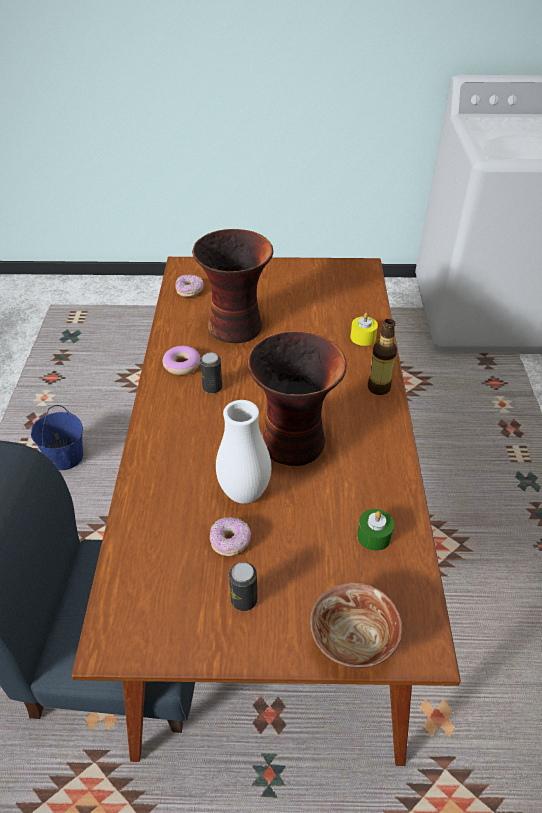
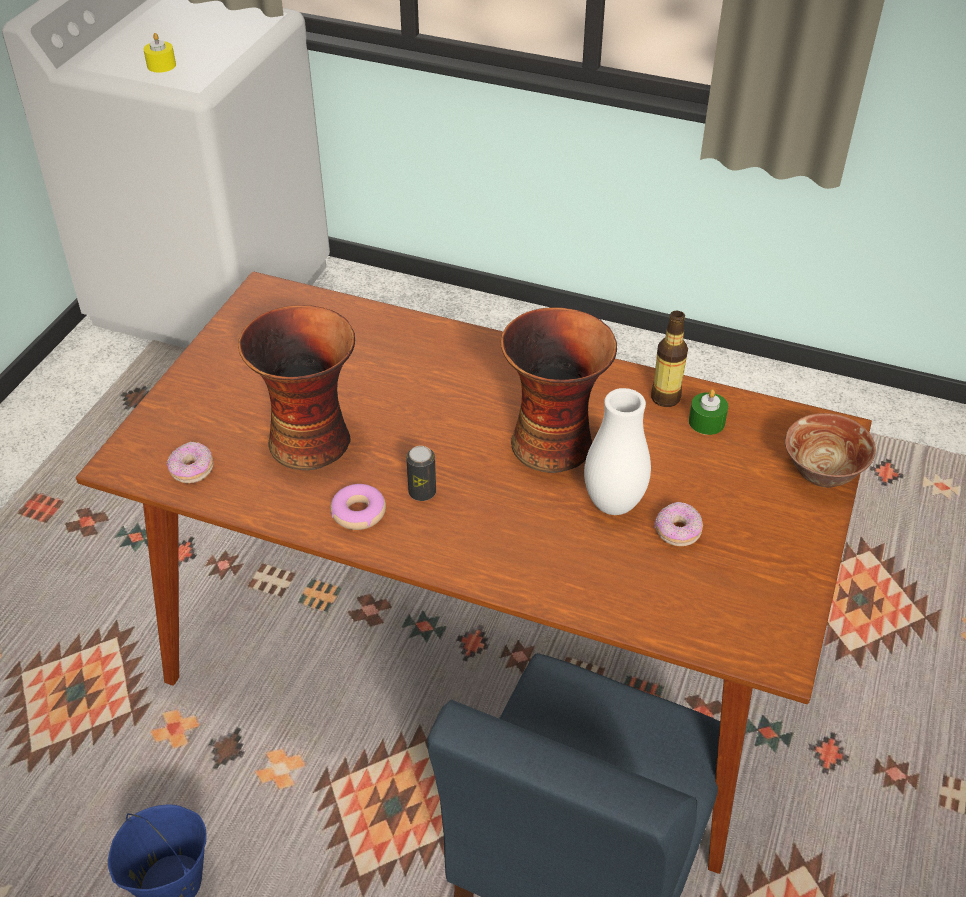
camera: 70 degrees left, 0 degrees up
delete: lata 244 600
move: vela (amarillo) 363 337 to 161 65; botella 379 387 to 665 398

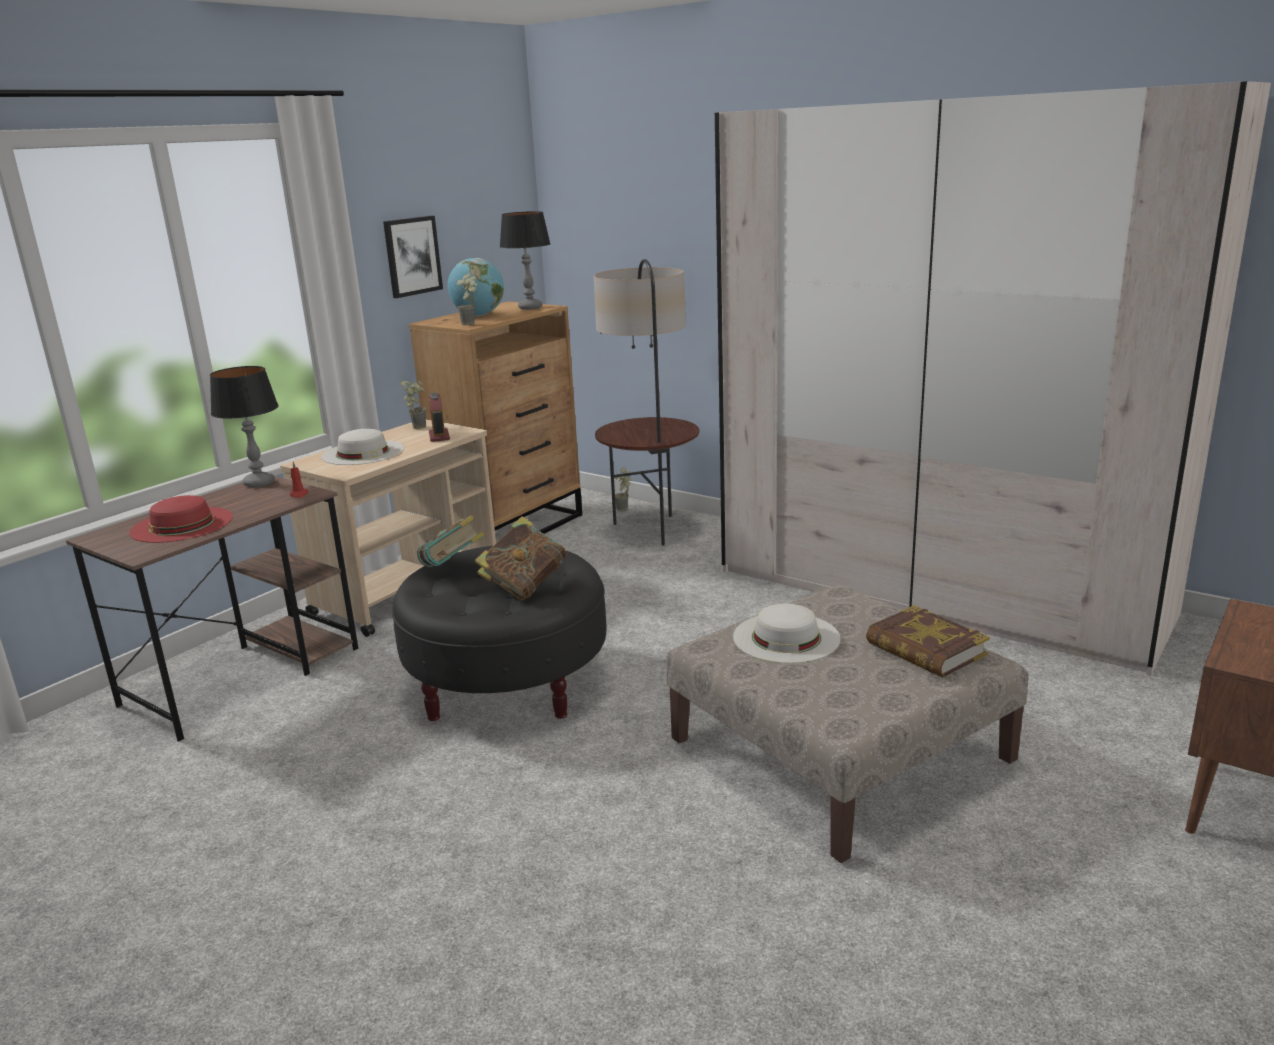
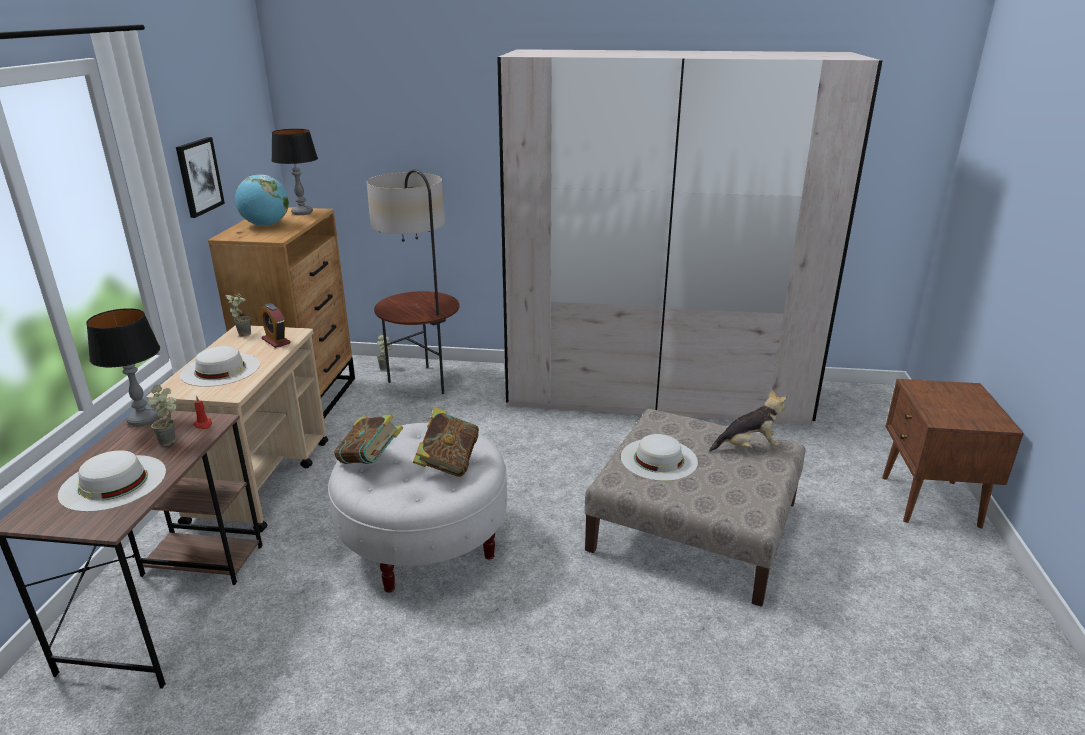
camera: 30 degrees left, 5 degrees up
move: planta en maceta 472 324 to 173 441
replace: libro 925 649 to peluche 747 447
recolor: sombrero (rojo) 182 524 to sombrero (blanco) 113 482; puf (negro) 508 683 to puf (blanco) 424 541

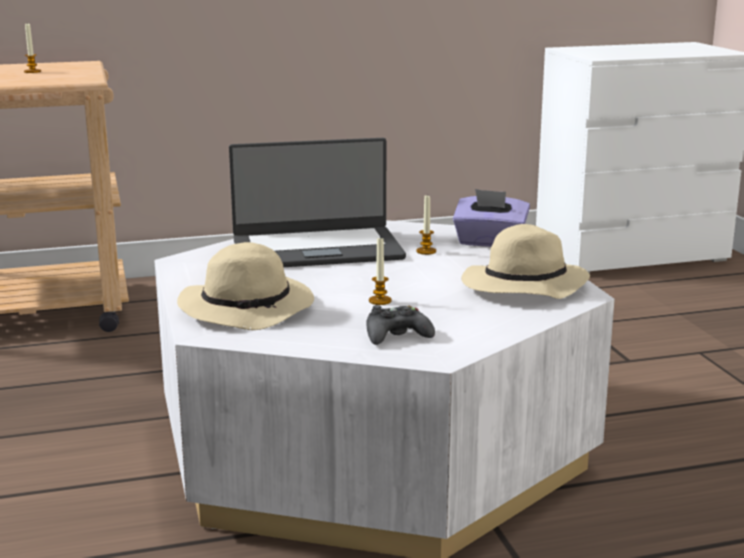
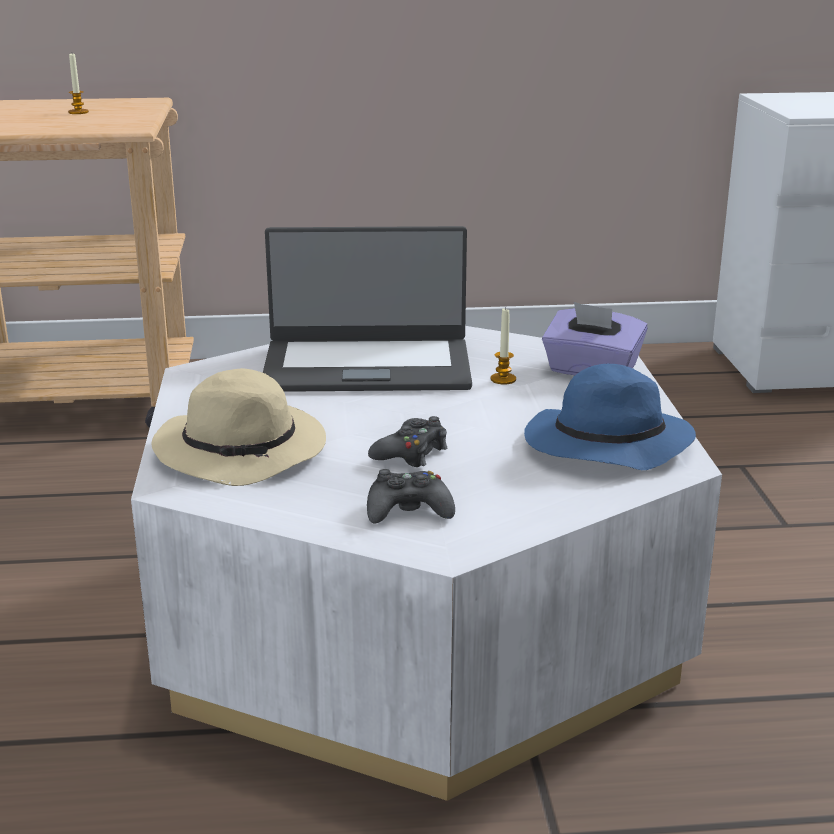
camera: 10 degrees right, 5 degrees up
replace: vela 380 301 to mando de consola (negro) 411 453
recolor: sombrero (beis) 523 287 to sombrero (azul) 605 446

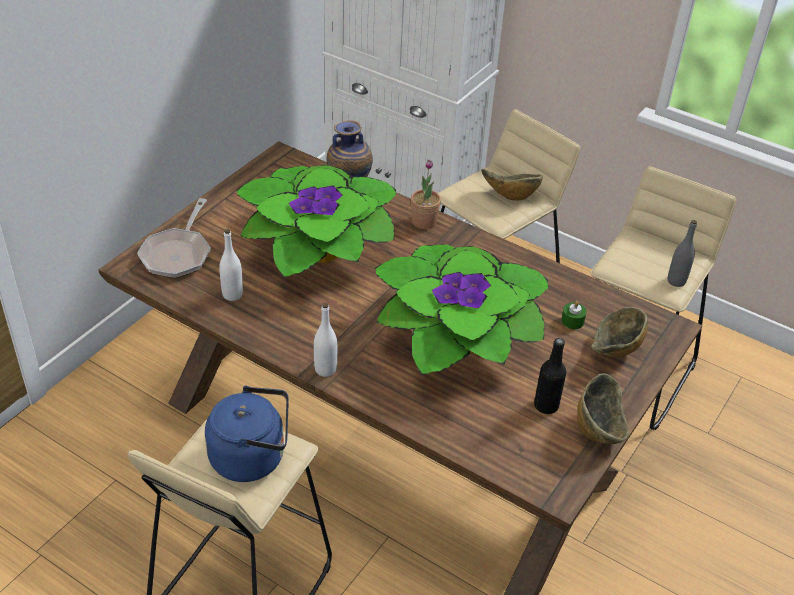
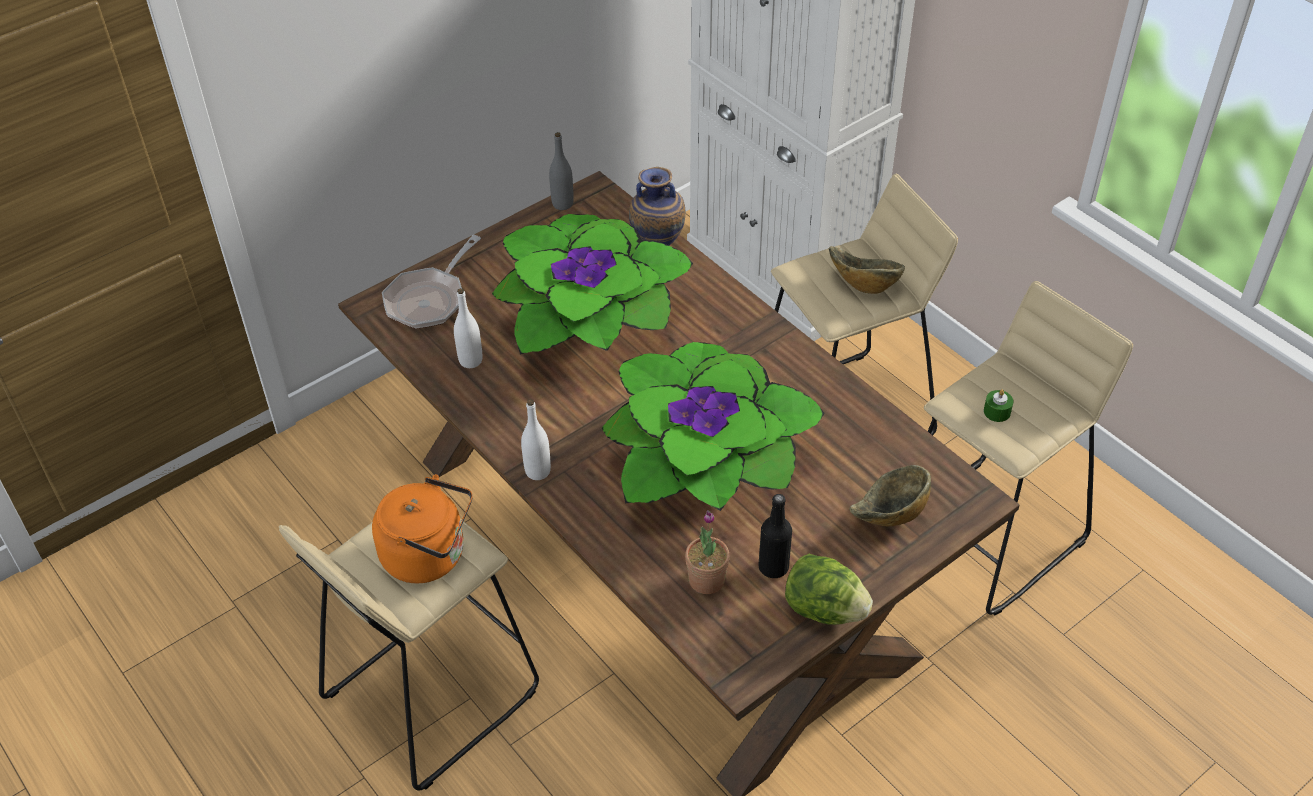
camera: 20 degrees right, 5 degrees up
move: planta en maceta 424 222 to 706 580; vela (verde) 572 321 to 997 412; botella (gris) 676 281 to 562 204
replace: cuenco 599 429 to lechuga 824 609
recolor: hervidor (azul) 252 457 to hervidor (naranja) 429 556

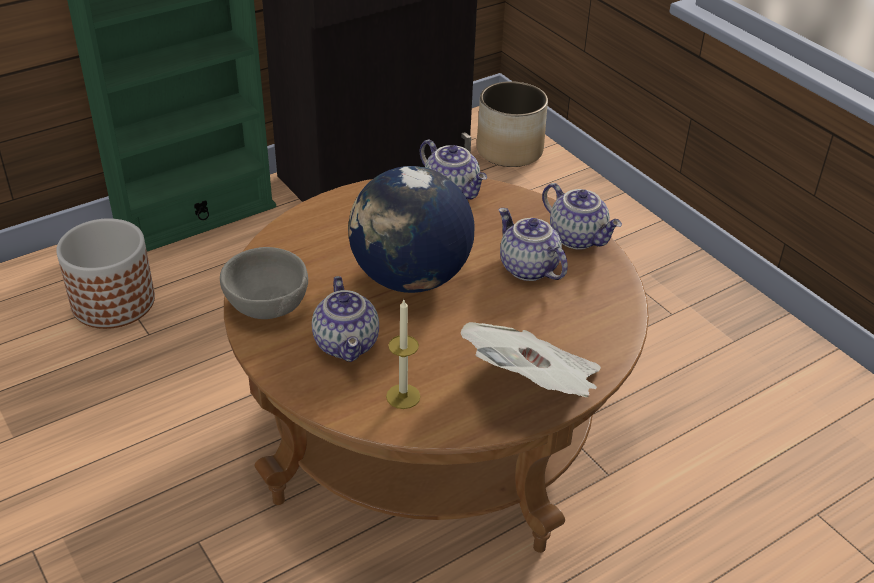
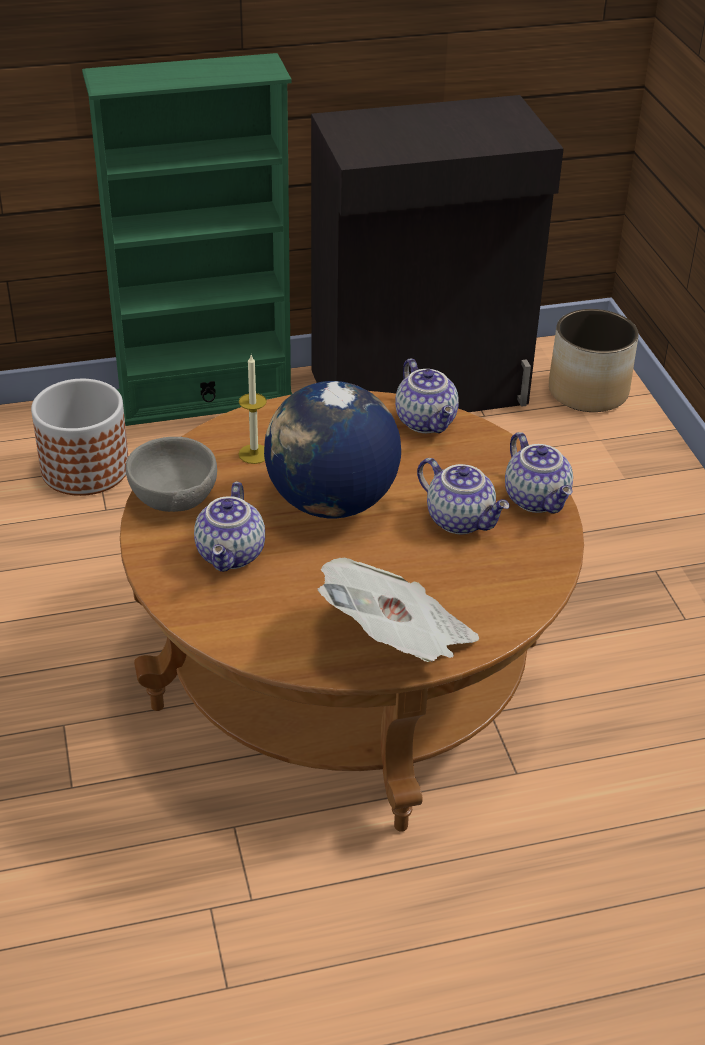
camera: 20 degrees right, 0 degrees up
move: vela 403 396 to 254 454
rotate: tetera 527 268 = 461 520 150 degrees clockwise

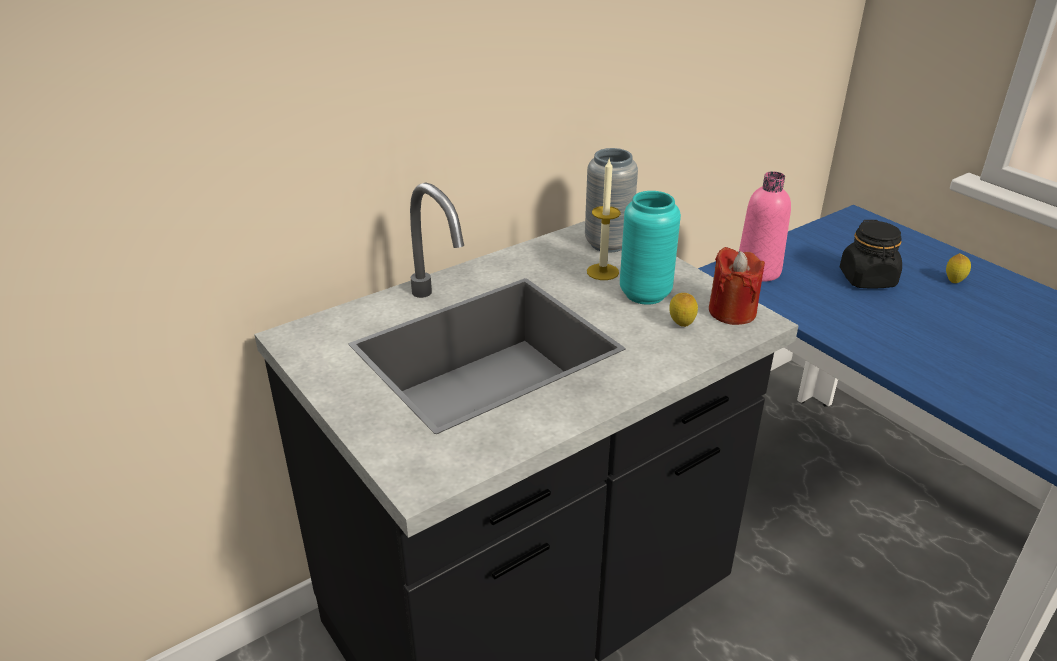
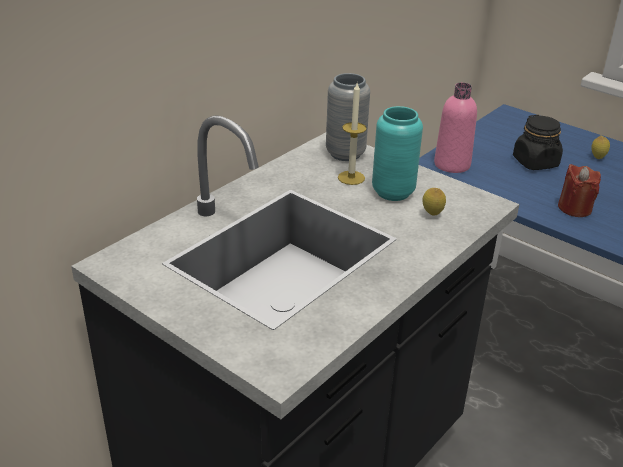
camera: 15 degrees left, 0 degrees up
move: vela (rojo) 732 312 to 574 208

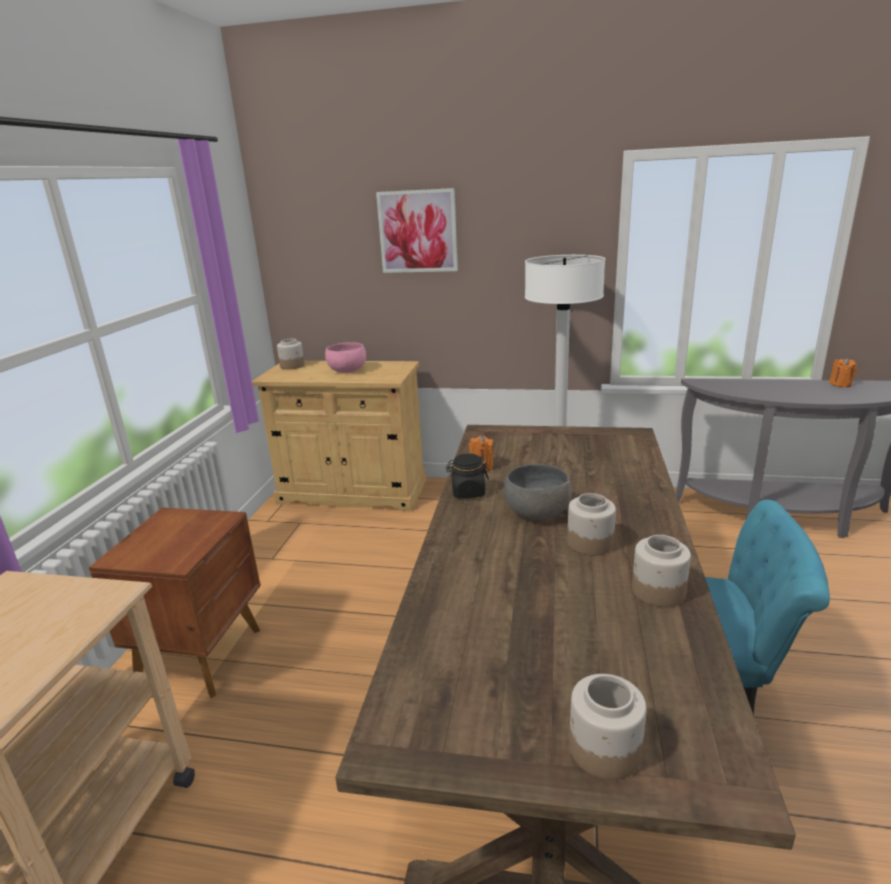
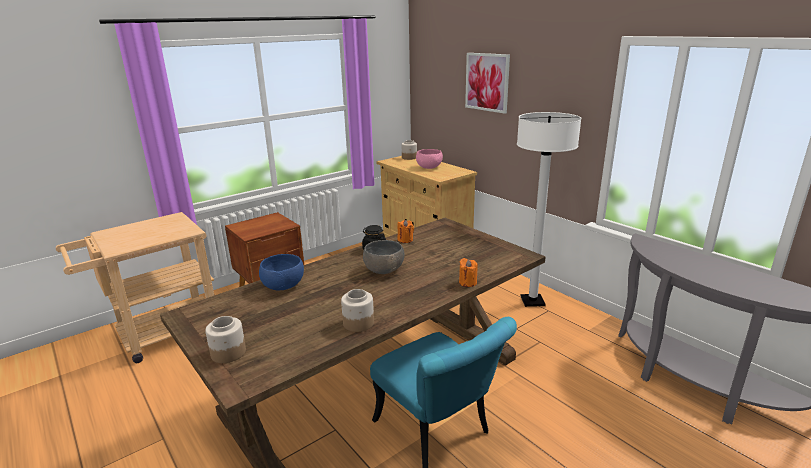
camera: 40 degrees right, 0 degrees up
delete: tarro 590 543
insert: cuenco (azul) 283 285
move: vela (naranja) 840 384 to 467 282

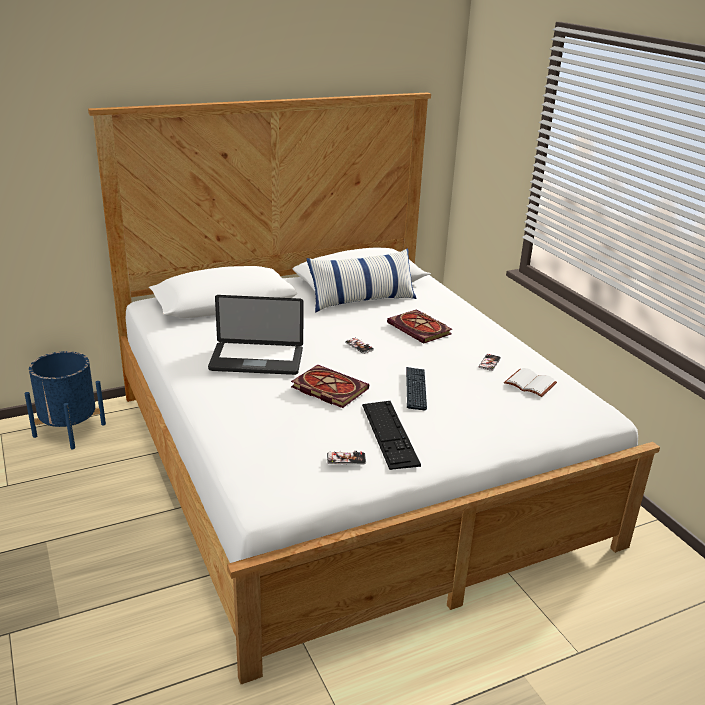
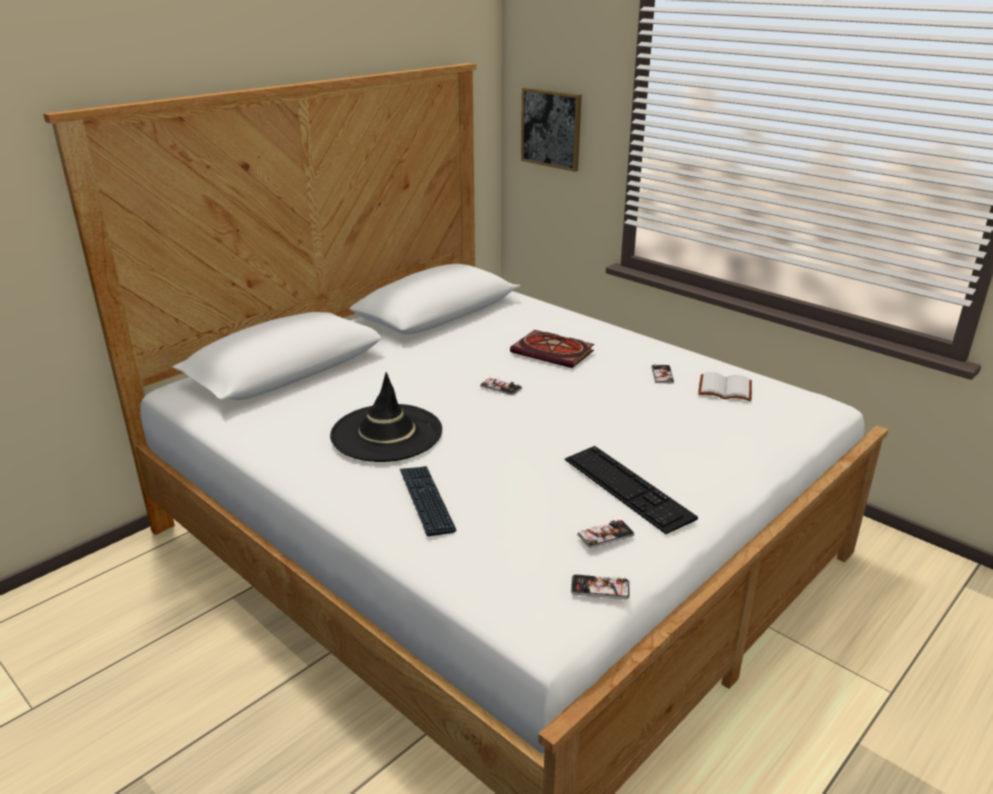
camera: 20 degrees left, 0 degrees up
delete: maceta (azul) 69 430; libro 327 388; cojín 362 300
insert: cuadro 551 128; móvil 600 588
move: teclado 415 389 to 426 501
replace: portátil 256 360 to sombrero (negro) 386 433

